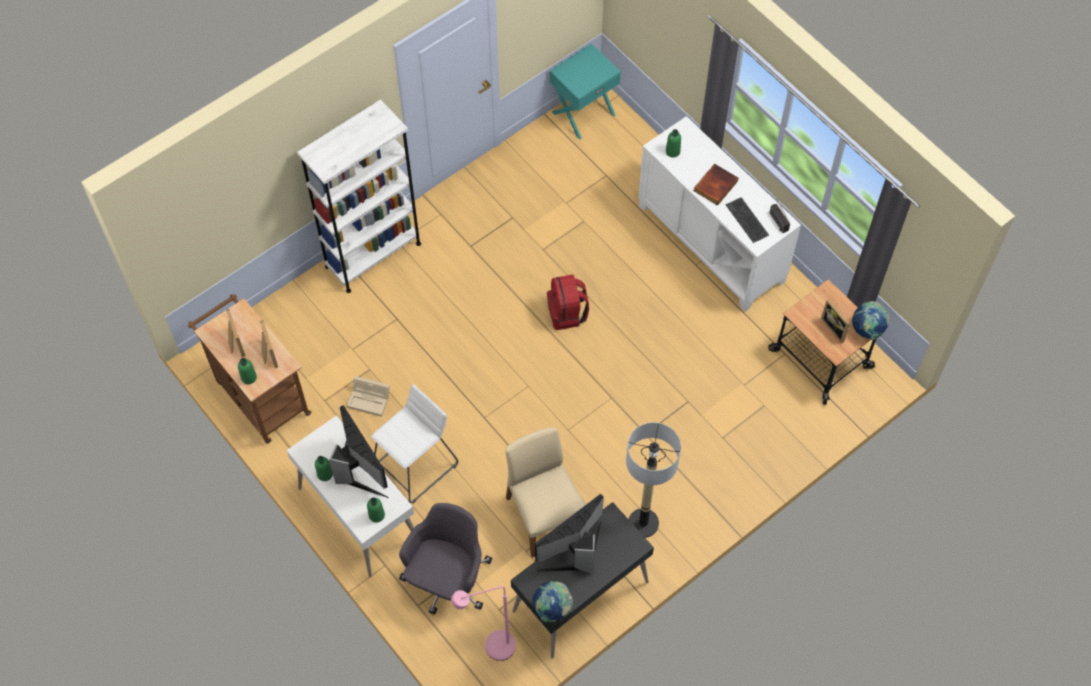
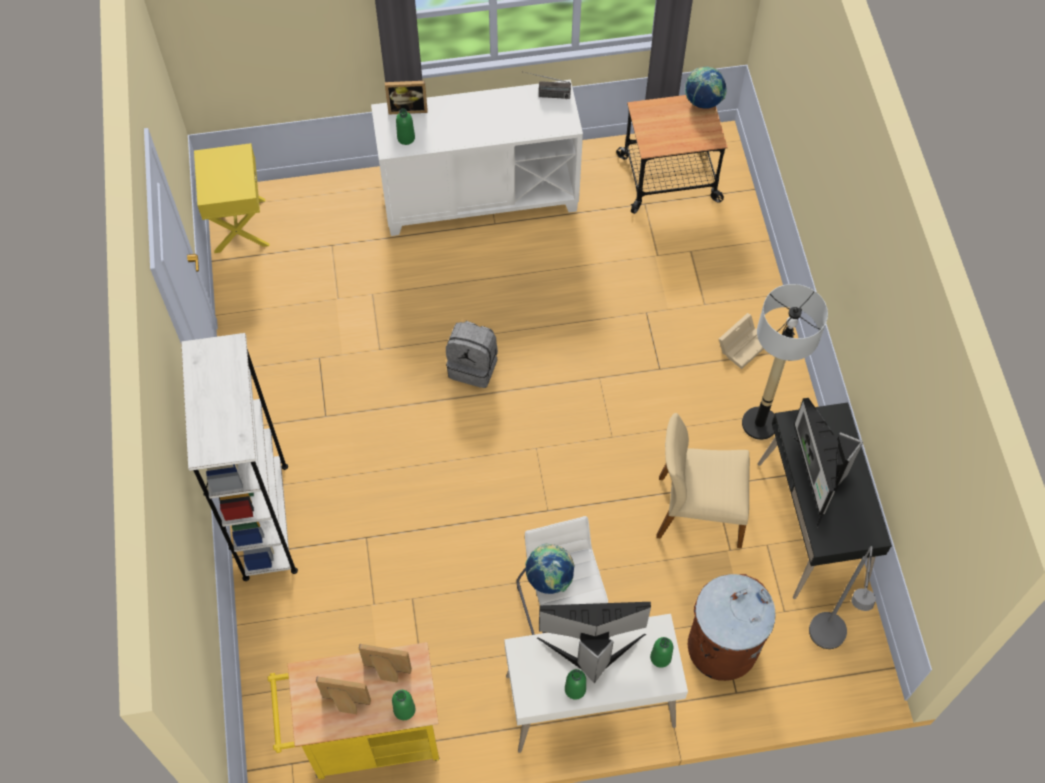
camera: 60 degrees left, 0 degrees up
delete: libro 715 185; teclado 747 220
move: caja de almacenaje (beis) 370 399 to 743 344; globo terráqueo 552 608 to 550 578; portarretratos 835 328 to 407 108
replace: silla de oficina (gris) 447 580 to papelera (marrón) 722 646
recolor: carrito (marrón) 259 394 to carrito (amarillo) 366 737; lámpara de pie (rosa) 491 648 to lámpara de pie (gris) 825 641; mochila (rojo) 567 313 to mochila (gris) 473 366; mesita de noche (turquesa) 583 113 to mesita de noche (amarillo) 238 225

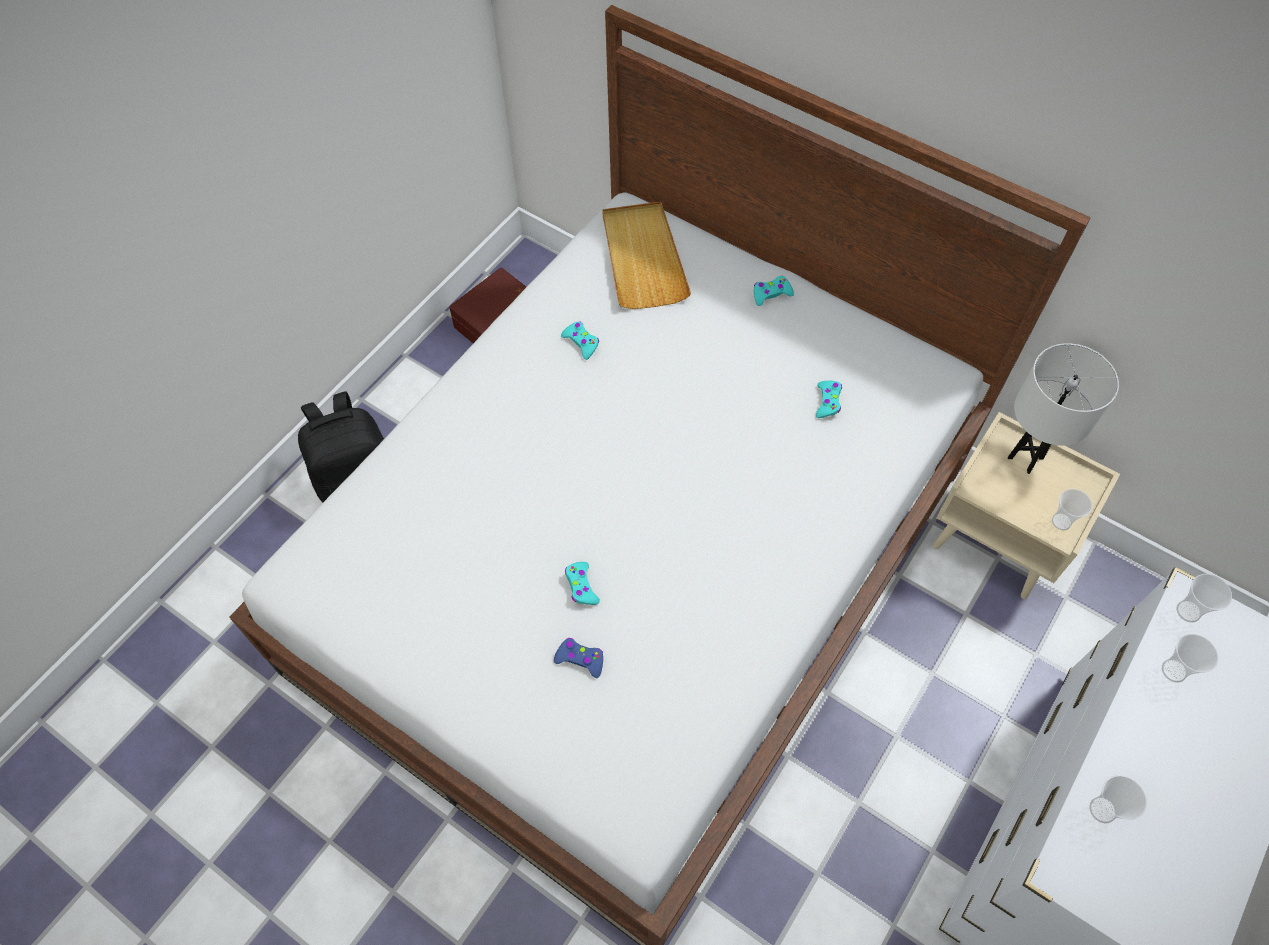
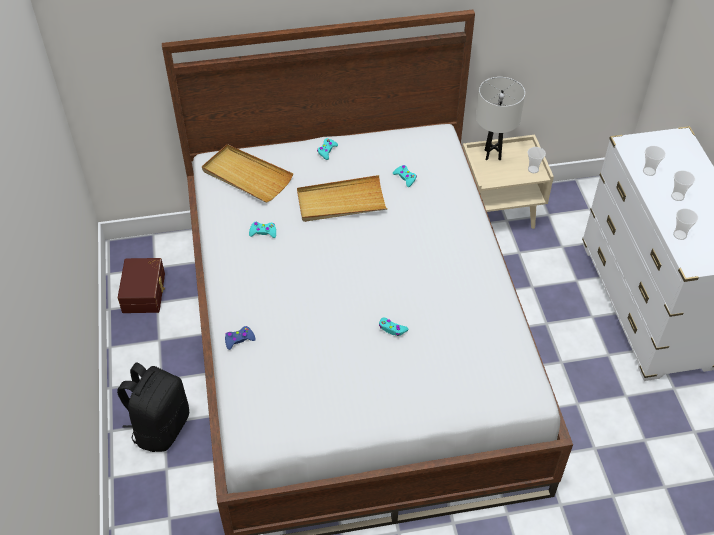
camera: 45 degrees left, 10 degrees down
insert: bandeja (beis) 341 202
move: mando de consola (azul) 580 659 to 239 340; taza 1188 611 to 677 196

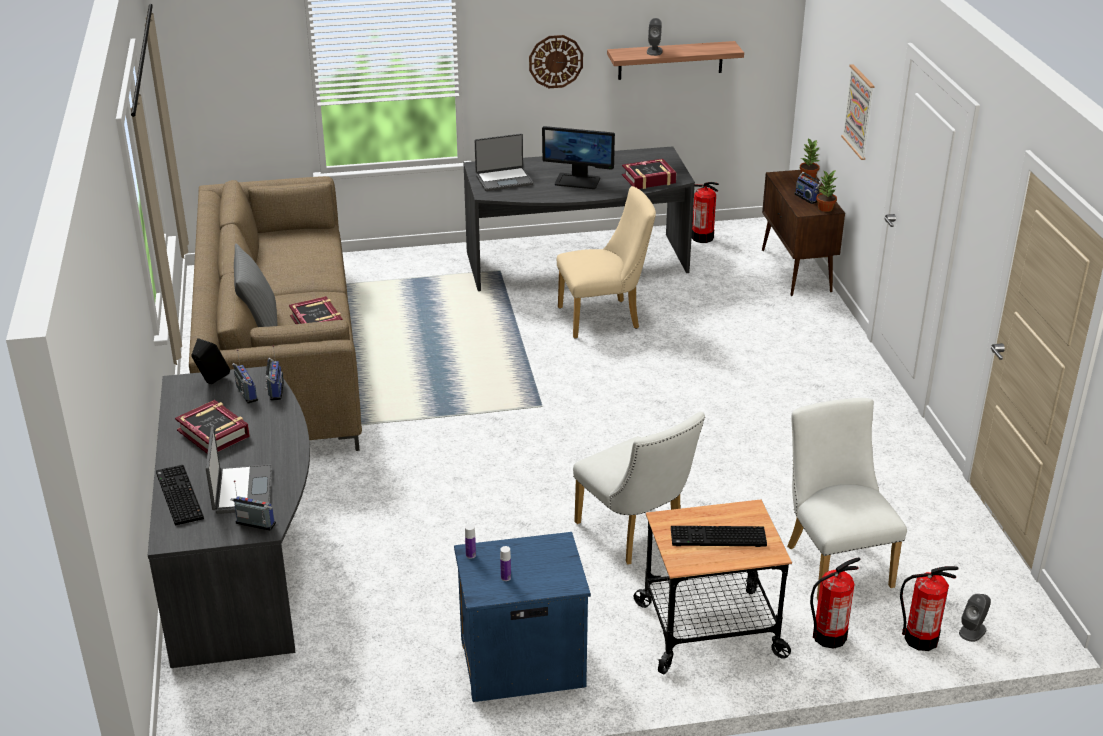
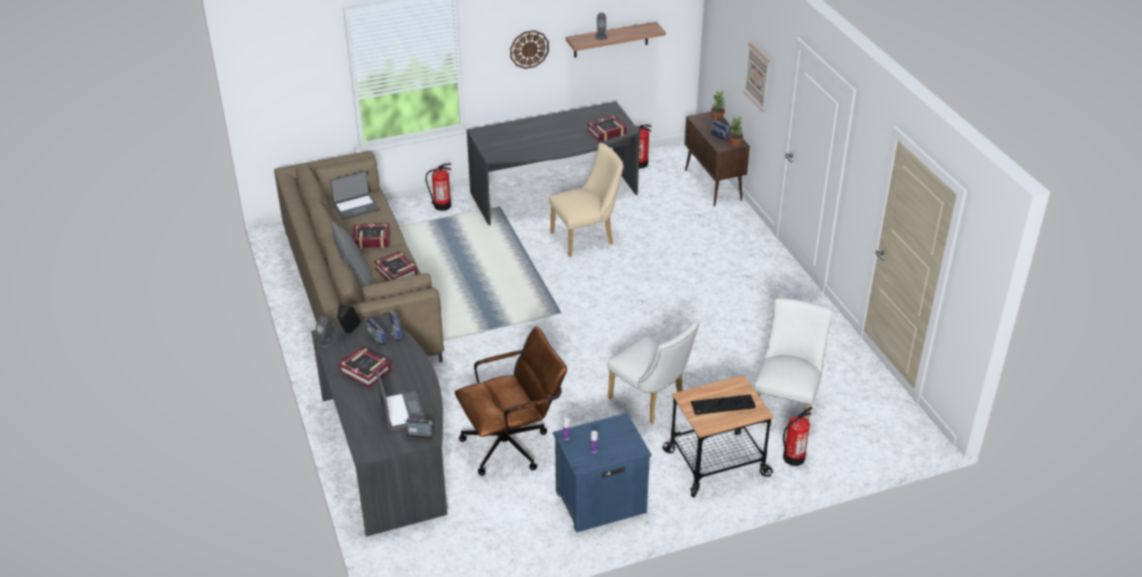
camera: 10 degrees left, 5 degrees up
delete: teclado 177 496; monitor 578 181
insert: libro 371 240; silla de oficina (marrón) 513 444
move: portátil 504 180 to 356 207; extintor 920 639 to 442 205; altavoz (gris) 972 631 to 327 341
rotate: silla (blanco) 834 562 = 786 406 45 degrees clockwise

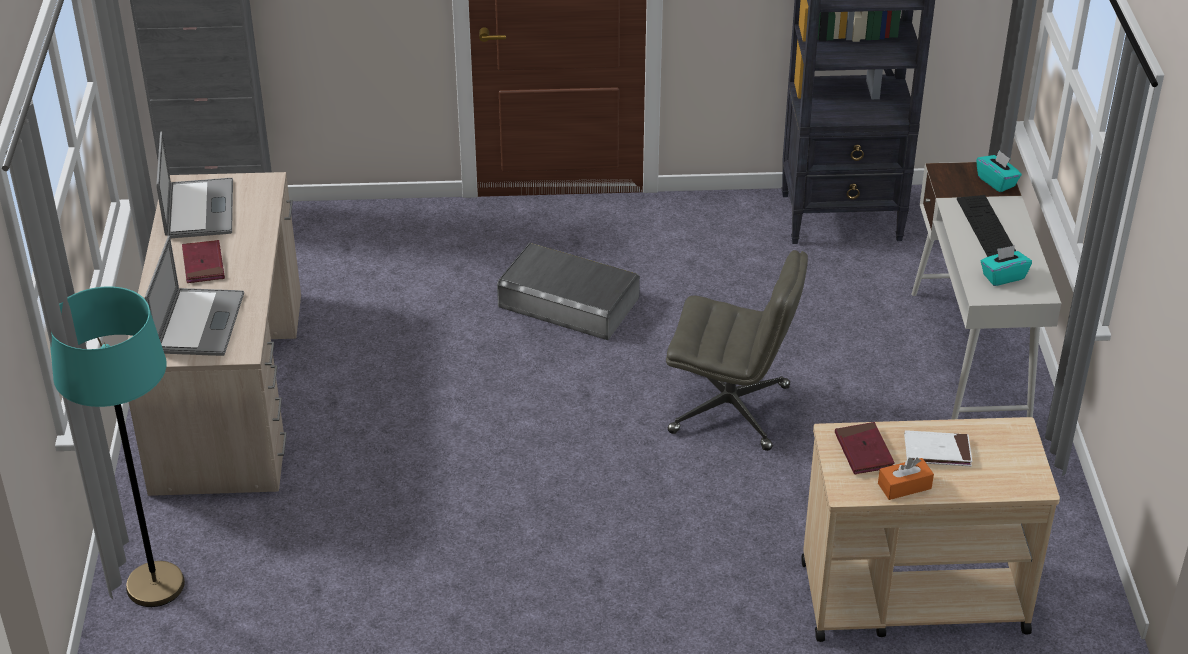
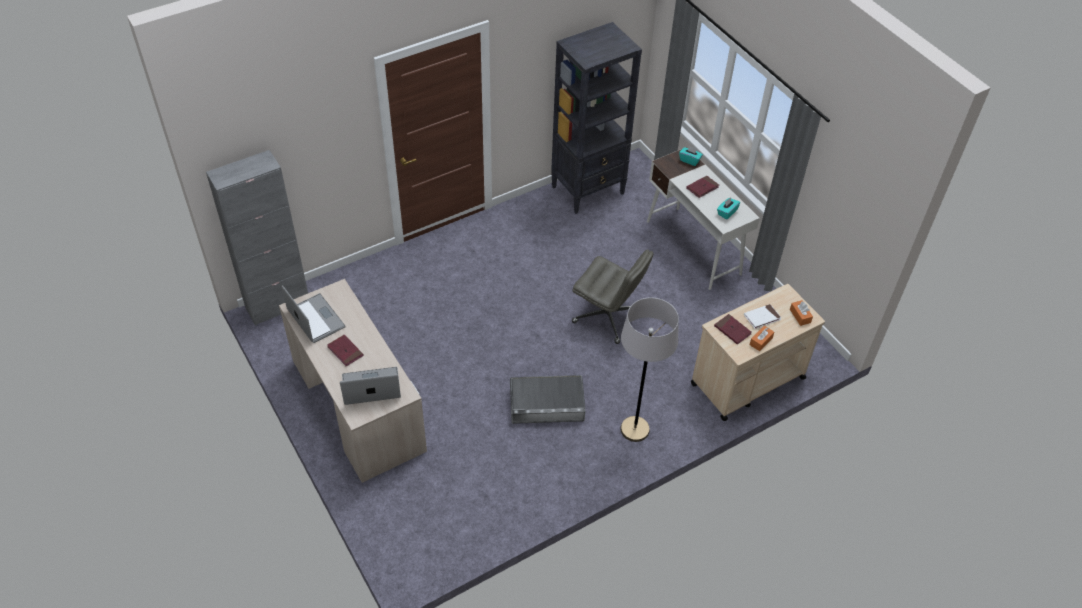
camera: 30 degrees left, 10 degrees up
delete: lámpara de pie (turquesa) 155 586
insert: lámpara de pie (gris) 634 429; caja de pañuelos (naranja) 800 316
move: caja de almacenaje (gris) 569 302 to 546 403
replace: teclado 987 227 to libro (rojo) 702 188
rotate: portátil 199 322 = 371 387 75 degrees counterclockwise; silla de oficina (gris) 731 409 = 608 316 45 degrees clockwise

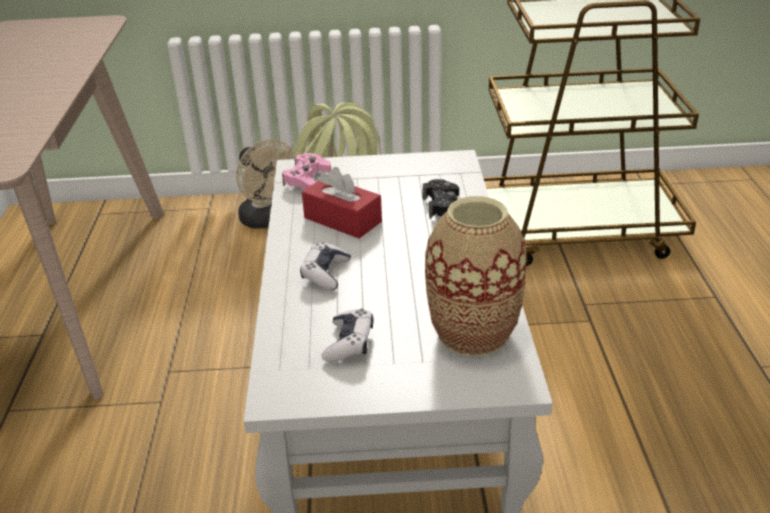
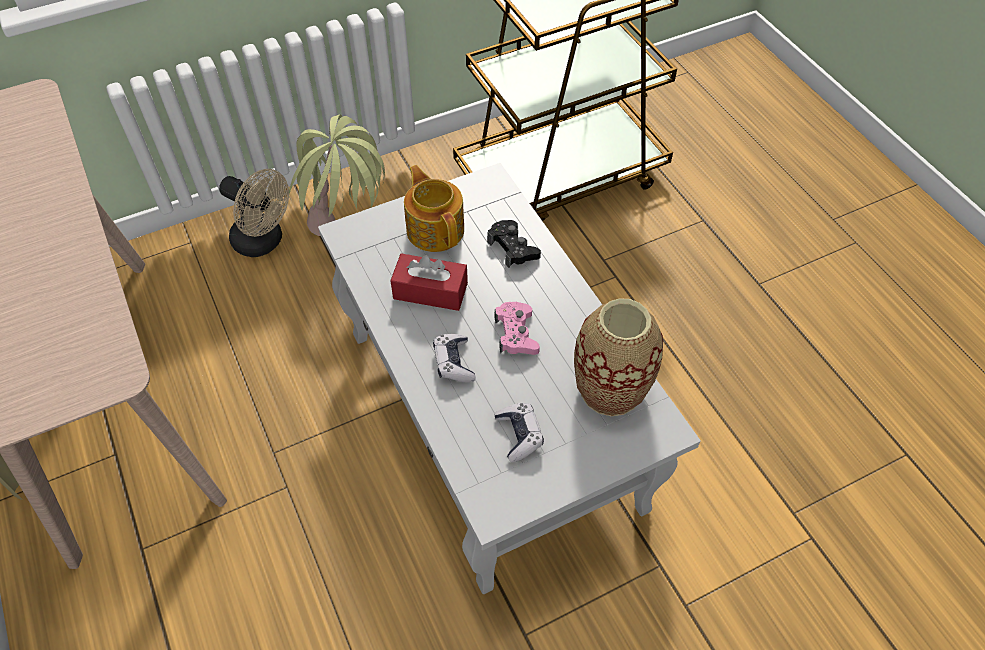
camera: 25 degrees left, 20 degrees up
insert: tetera 435 229
move: mando de consola (rosa) 307 179 to 516 334

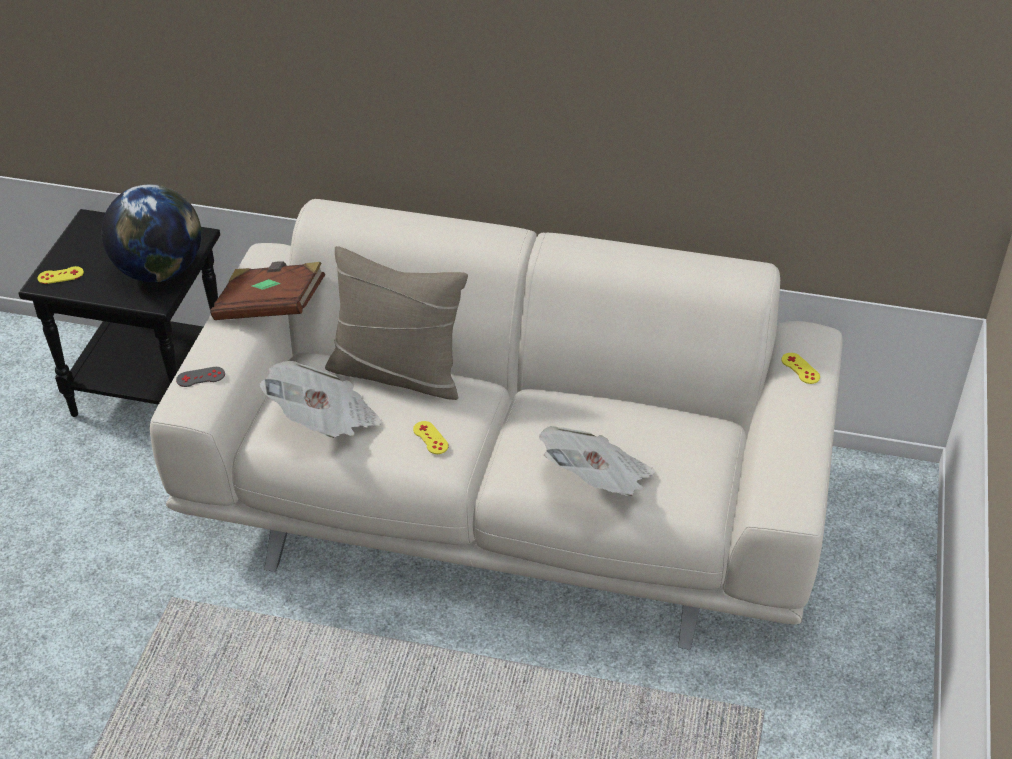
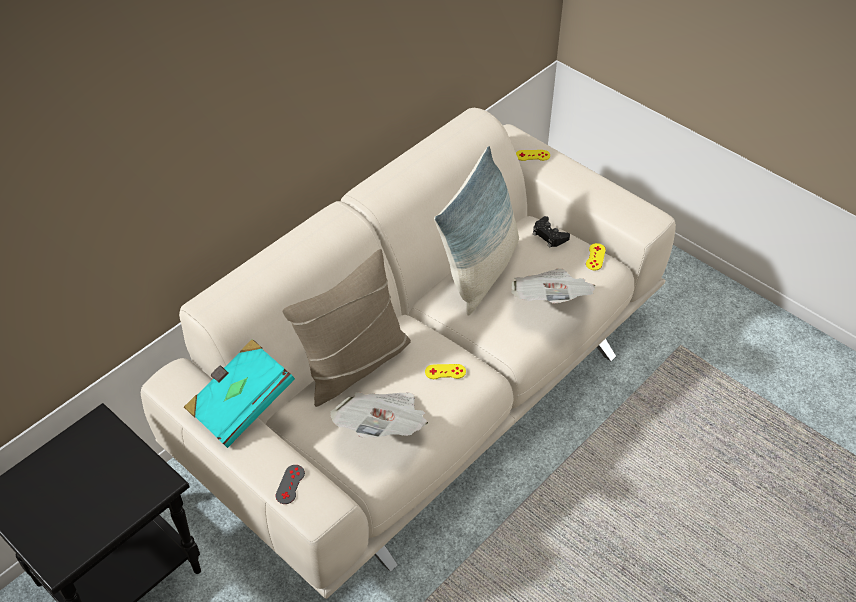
camera: 60 degrees left, 5 degrees up
delete: globo terráqueo 160 271
insert: cojín 480 271; mando de consola (negro) 549 235
move: mando de consola (amarillo) 60 275 to 595 257
recolor: libro (marrón) 270 307 to libro (turquesa) 241 404

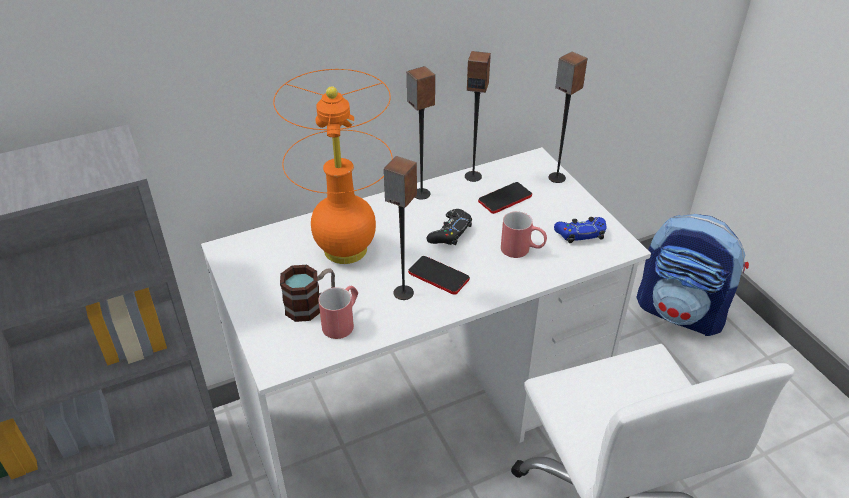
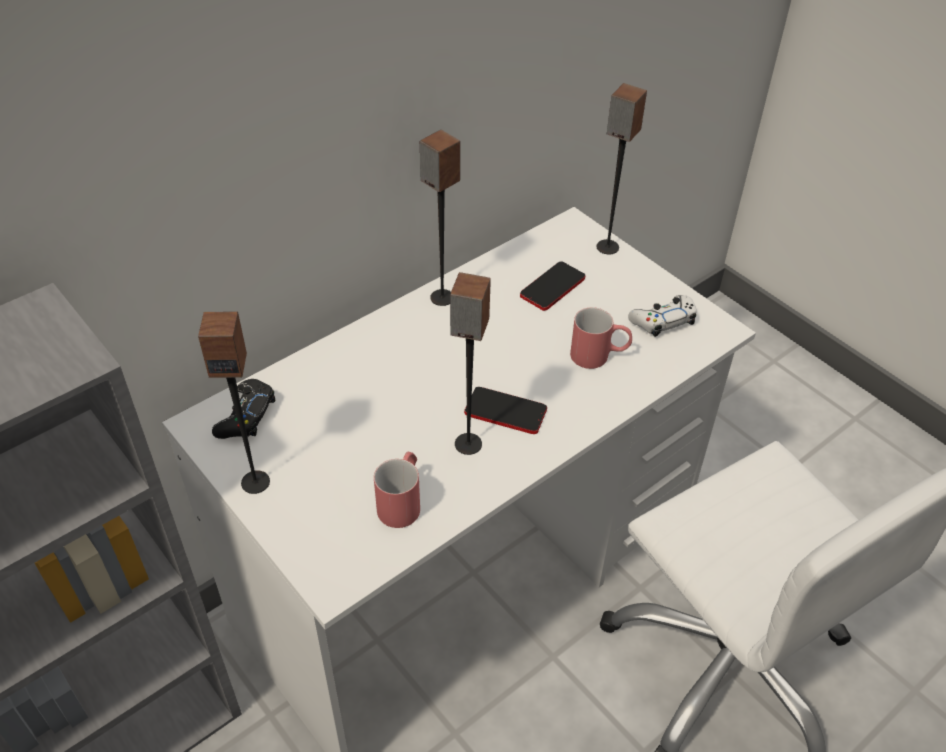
camera: 15 degrees left, 5 degrees up
delete: lámpara de mesa (naranja) 346 250; taza grande 311 305; mochila 681 312
move: mando de consola (negro) 450 233 to 246 416; altavoz 473 176 to 255 481
recolor: mando de consola (azul) 580 234 to mando de consola (blanco) 663 321

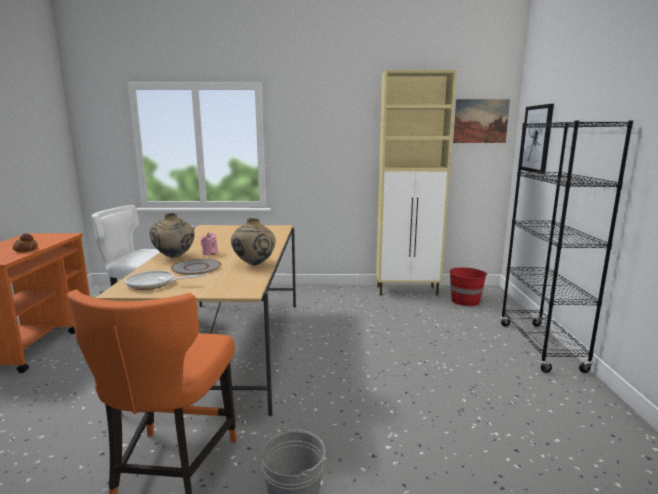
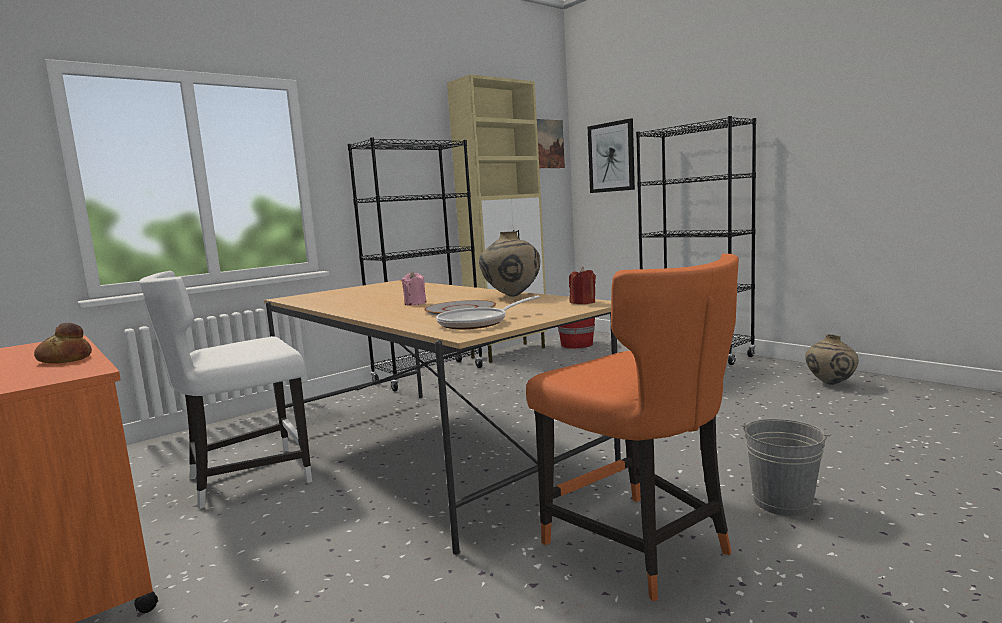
camera: 40 degrees left, 5 degrees down
insert: estantería (negro) 429 375; vela (rojo) 583 302
move: florero (beis) 174 257 to 830 384

